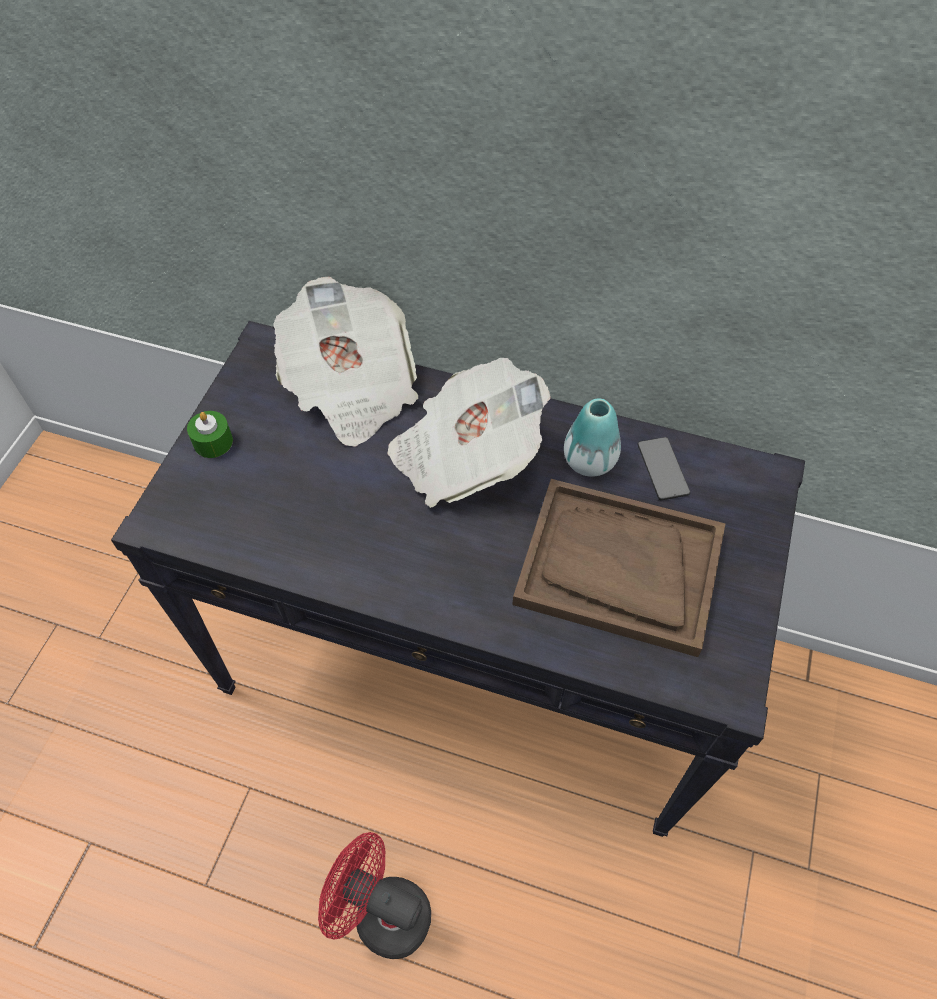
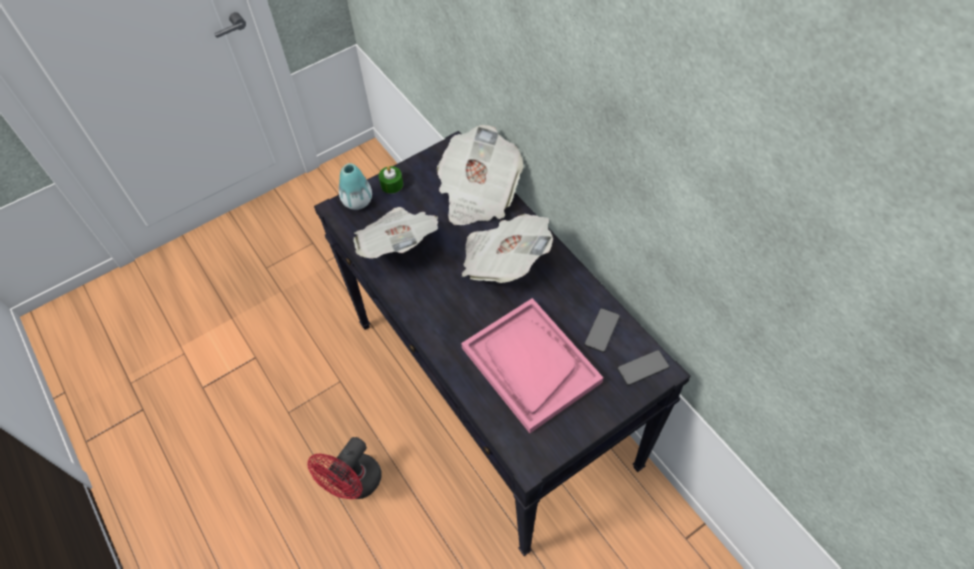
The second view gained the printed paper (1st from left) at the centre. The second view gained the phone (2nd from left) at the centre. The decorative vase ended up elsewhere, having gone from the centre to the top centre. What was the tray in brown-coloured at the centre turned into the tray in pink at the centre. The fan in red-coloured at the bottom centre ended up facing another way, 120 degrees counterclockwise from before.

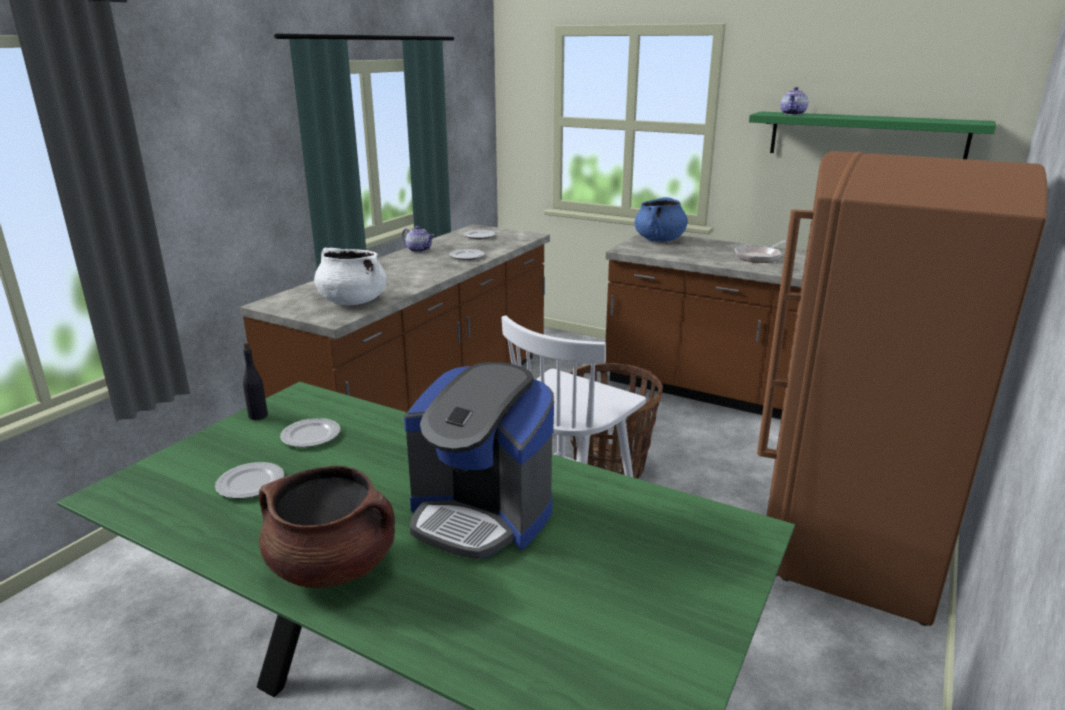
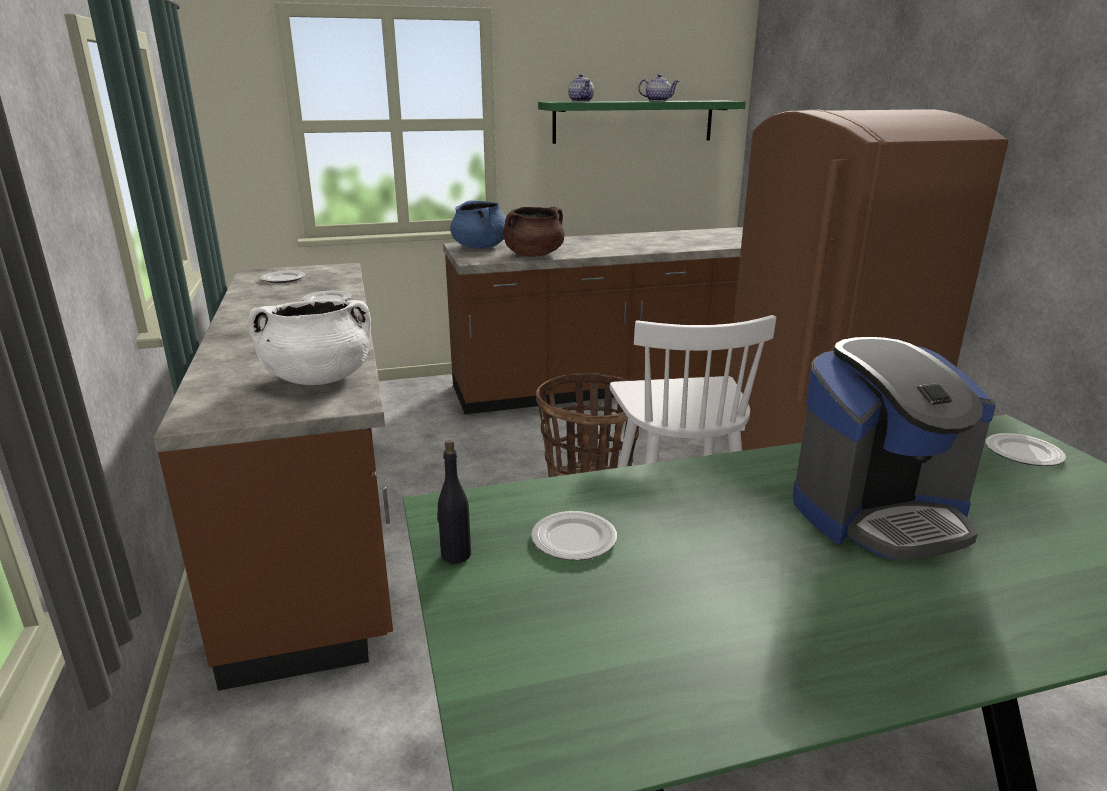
The second view lost the pan at the middle right. The dinner plate (1st from left in the first image) ended up elsewhere, having gone from the bottom left to the middle right. The saucepot in brown-coloured ended up elsewhere, having gone from the bottom left to the top centre. The tea pot (1st from left in the first image) ended up elsewhere, having gone from the centre to the top centre.

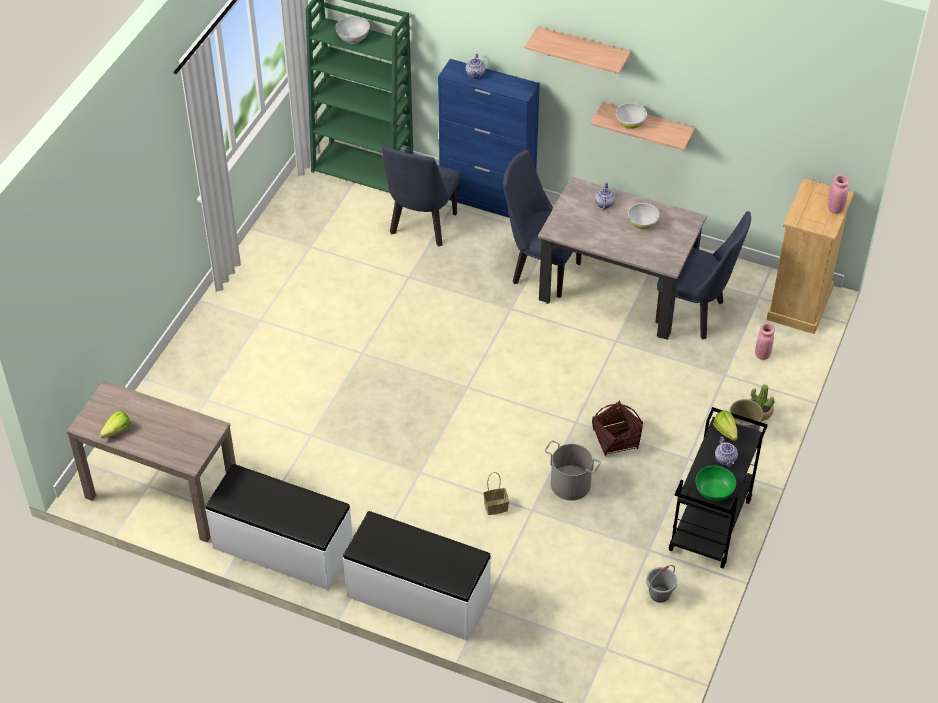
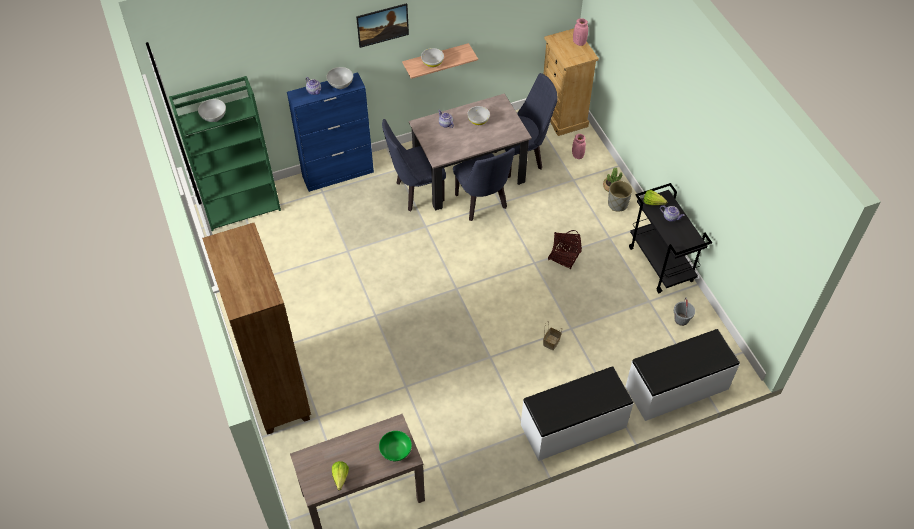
The second view lost the water bucket in gray (1st from left) at the bottom centre. The second view gained the shelving unit in brown-coloured at the middle left. The second view gained the serving bowl in whitish (2nd from left) at the top centre. The long seat in whitish (1st from left in the first image) ended up elsewhere, having gone from the bottom left to the bottom right. The plain chair in blue-coloured (1st from left in the first image) ended up elsewhere, having gone from the top centre to the centre. The serving bowl in green ended up elsewhere, having gone from the bottom right to the bottom centre. Where the wall shelf (1st from left) hung at the top centre, the picture came to hang at the top centre.

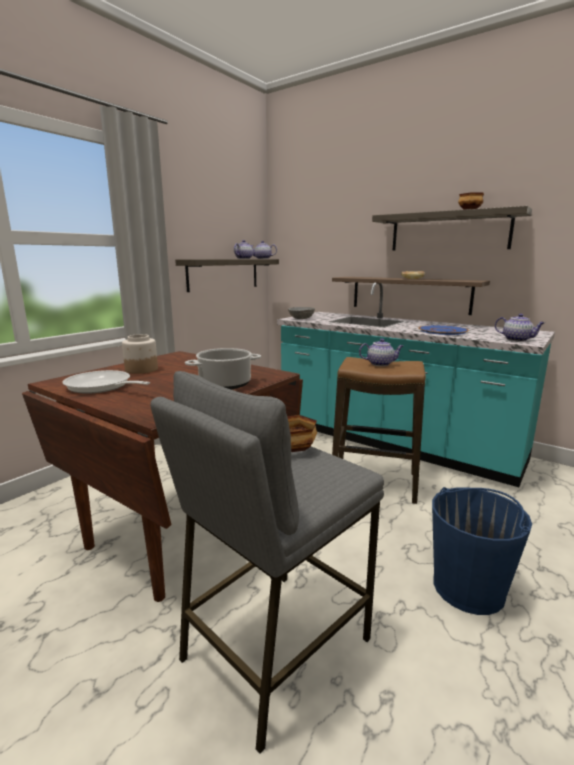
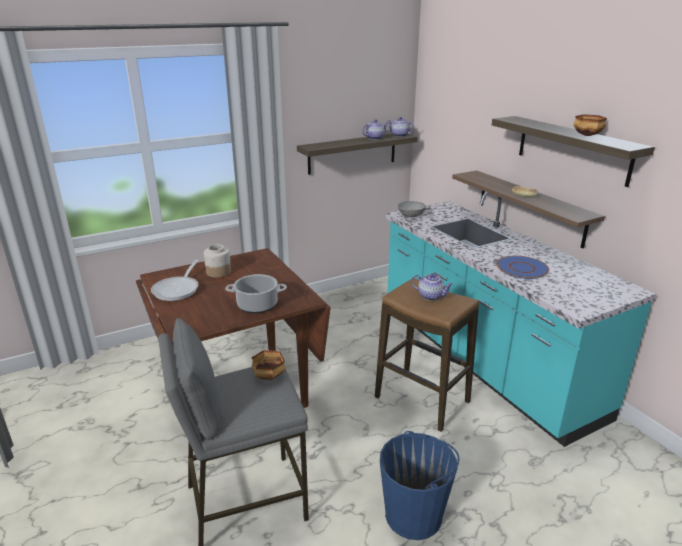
The second view lost the tea pot (4th from left) at the middle right. The pan at the middle left ended up facing another way, 135 degrees counterclockwise from before.

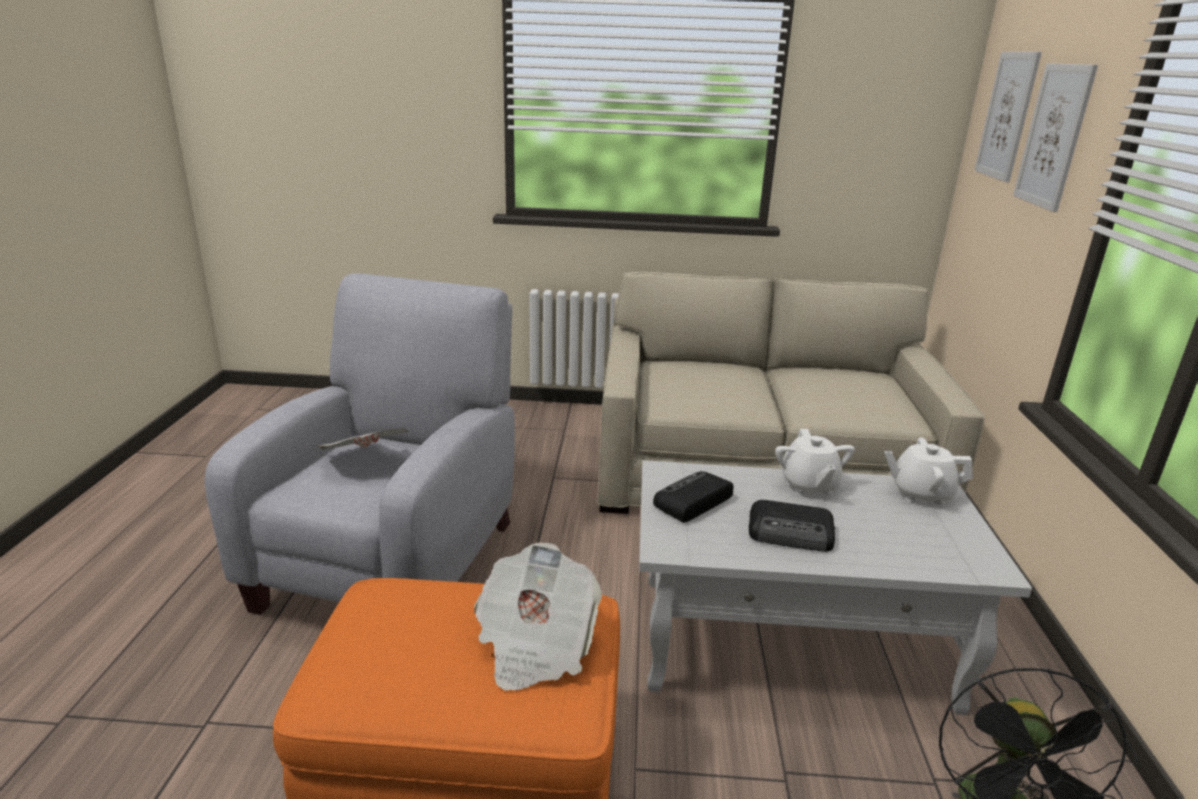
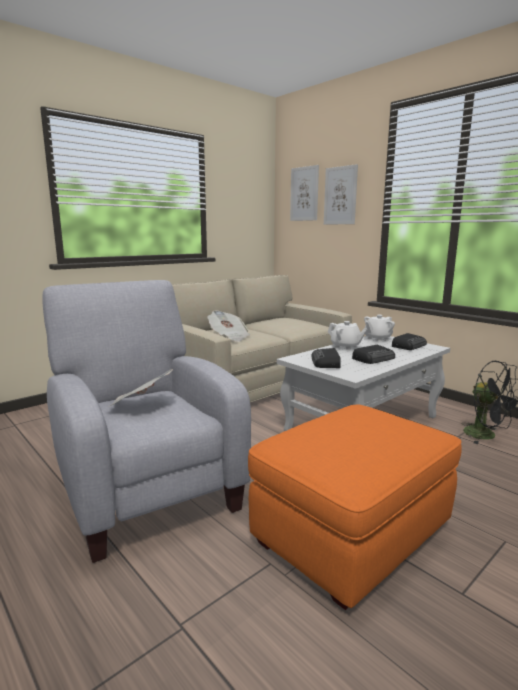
The second view gained the radio set (3rd from left) at the middle right. The printed paper (2nd from left) ended up elsewhere, having gone from the bottom centre to the centre.

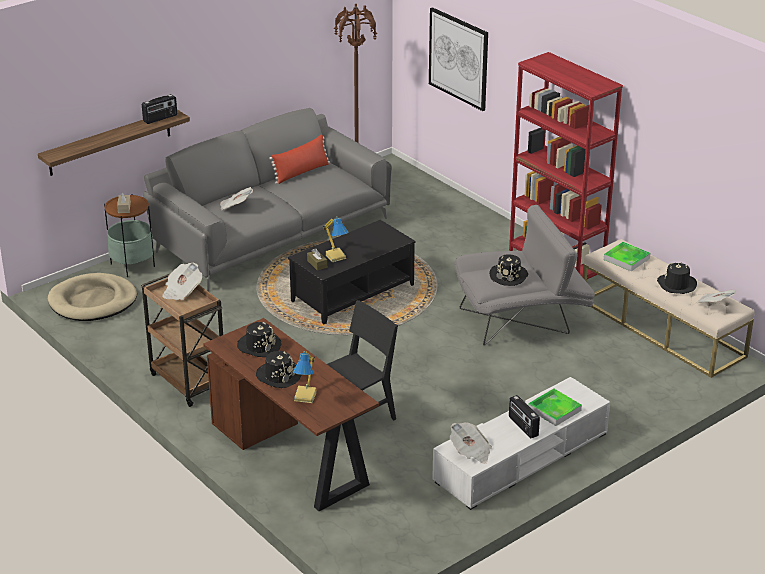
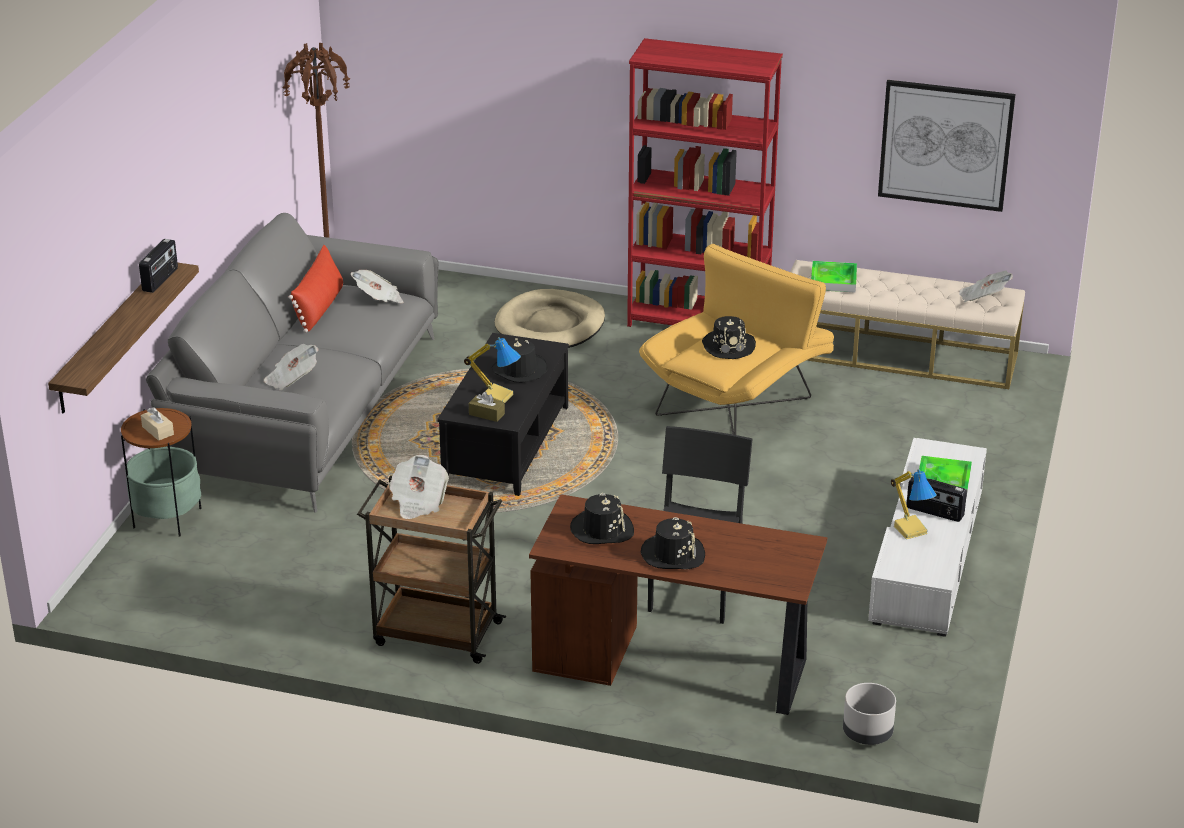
The second view gained the plant pot in gray at the bottom right. The dog bed in beige-coloured ended up elsewhere, having gone from the middle left to the centre. The table lamp (1st from left in the first image) ended up elsewhere, having gone from the centre to the middle right. The picture ended up elsewhere, having gone from the top centre to the top right. The printed paper (3rd from left in the first image) ended up elsewhere, having gone from the bottom centre to the middle left. The hat in black-coloured (4th from left in the first image) ended up elsewhere, having gone from the middle right to the centre. What was the lounge chair in gray at the middle right turned into the lounge chair in yellow-coloured at the centre.

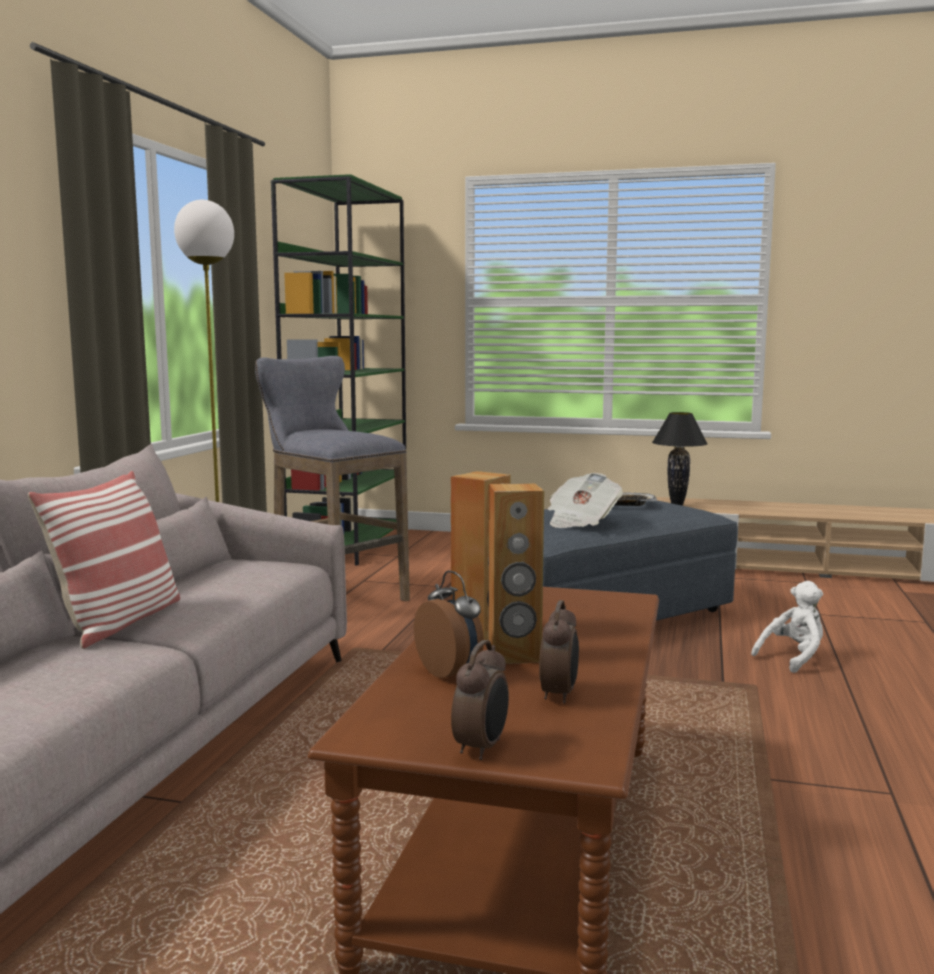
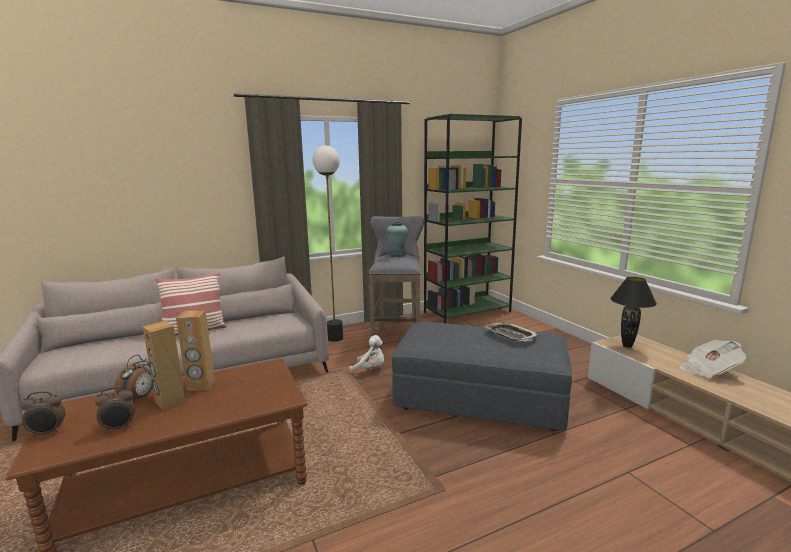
The second view gained the decorative vase in turquoise at the centre. The printed paper ended up elsewhere, having gone from the centre to the middle right. The soft toy in whitish ended up elsewhere, having gone from the middle right to the centre.

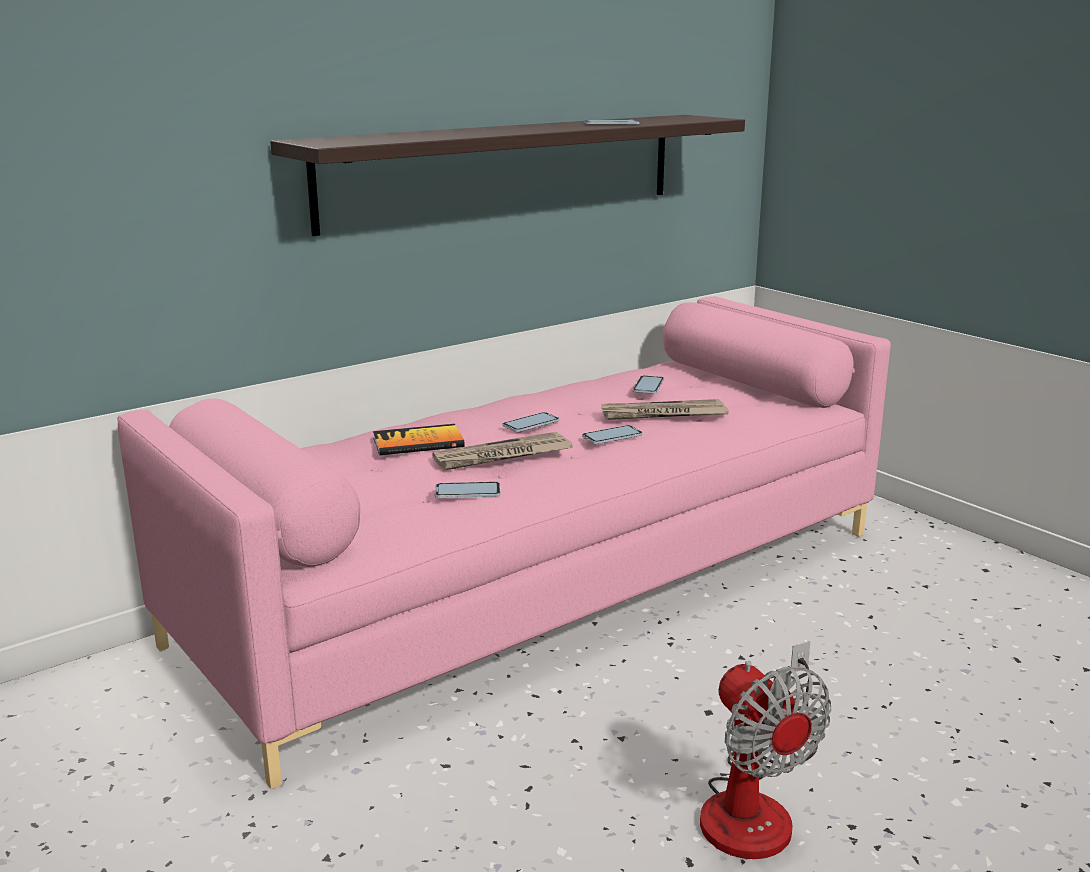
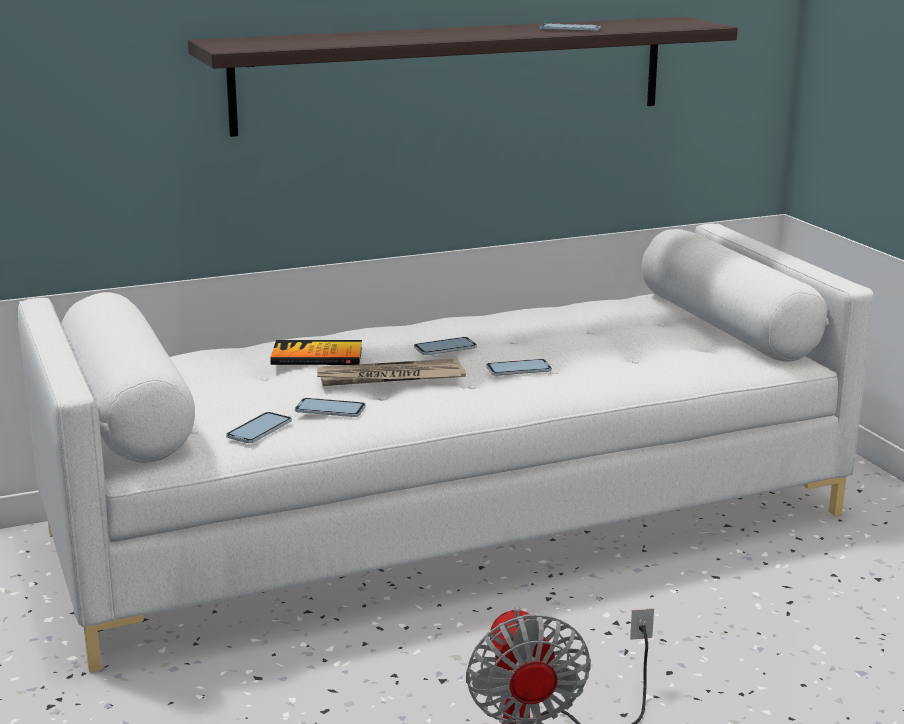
The second view lost the printed paper (2nd from left) at the centre. The phone (5th from left in the first image) ended up elsewhere, having gone from the centre to the middle left. What was the sofa in pink at the centre turned into the sofa in whitish at the centre.

